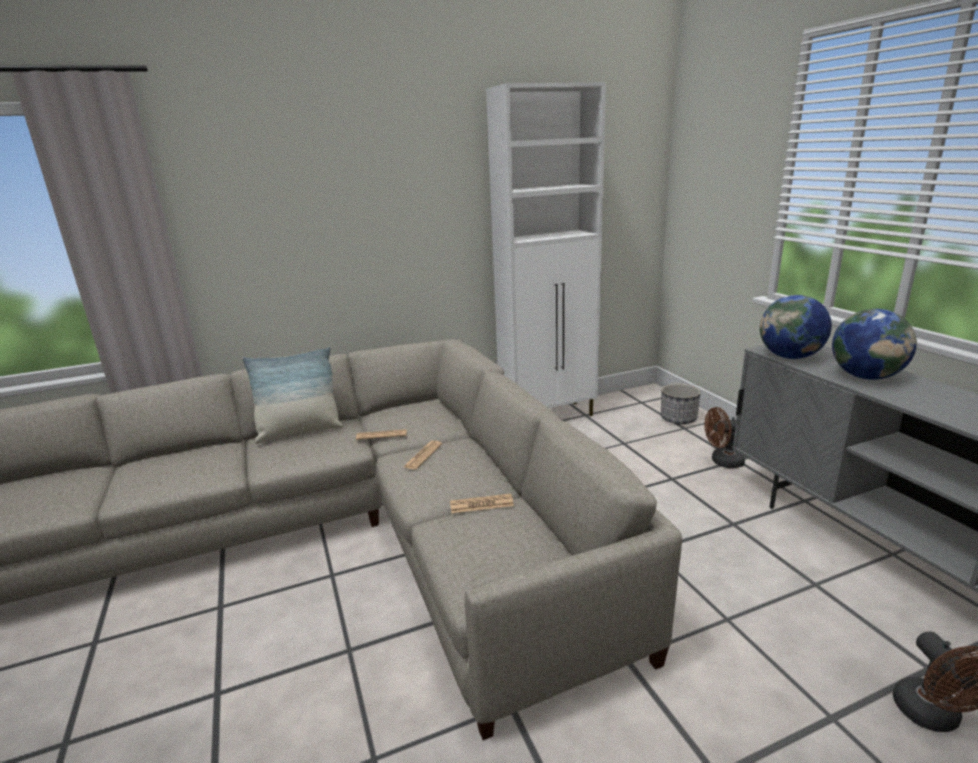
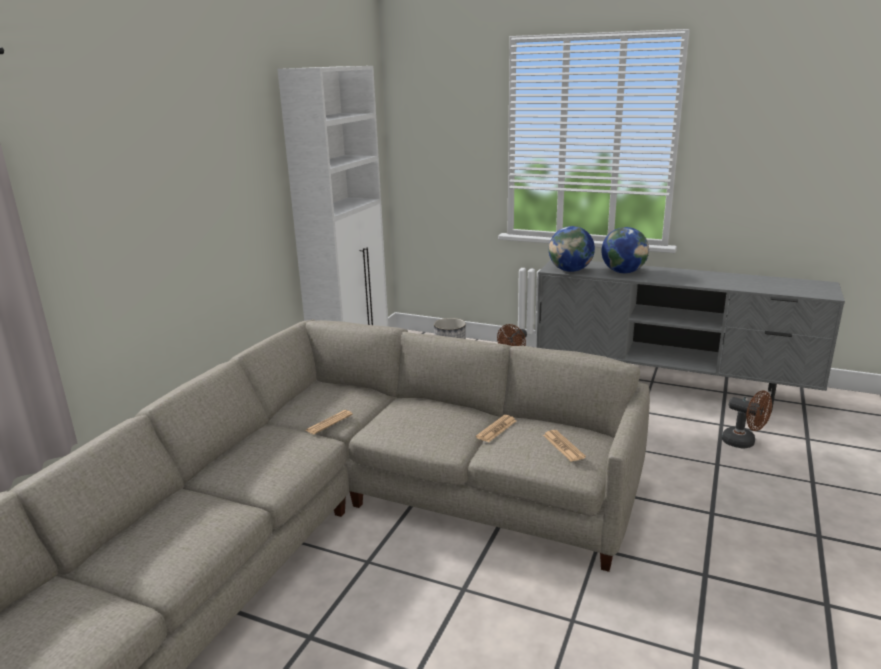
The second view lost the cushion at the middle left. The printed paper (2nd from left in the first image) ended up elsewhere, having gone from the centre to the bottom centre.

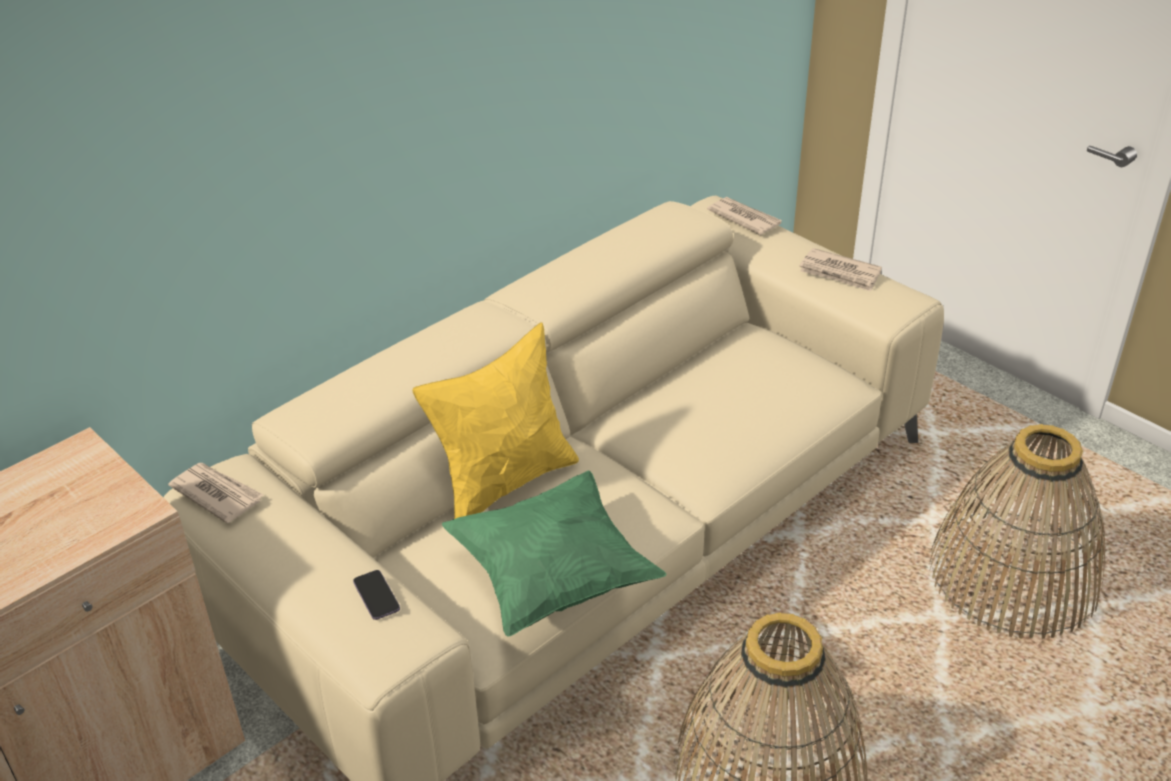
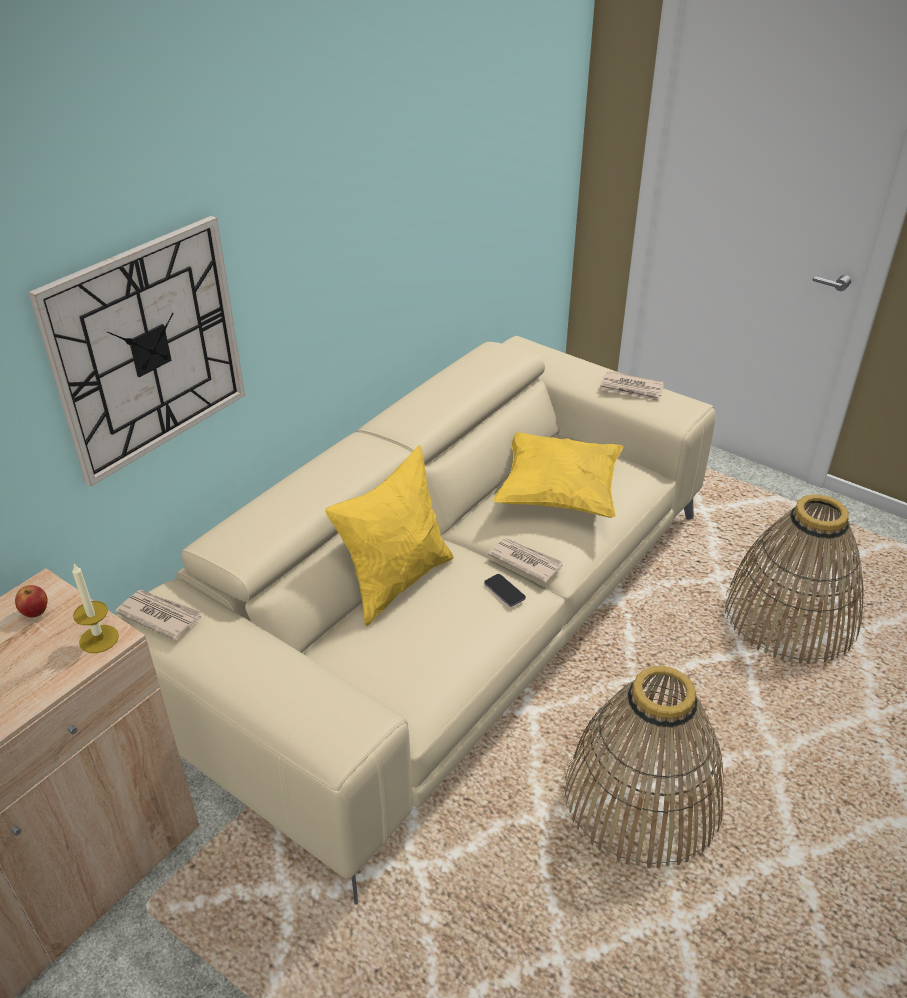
The second view lost the cushion in green at the bottom centre. The second view gained the apple fruit at the middle left. The second view gained the hanging clock at the middle left. The second view gained the candle at the middle left. The second view gained the cushion in yellow-coloured (2nd from left) at the centre. The phone ended up elsewhere, having gone from the bottom left to the centre. The printed paper (2nd from left) ended up elsewhere, having gone from the top centre to the centre.

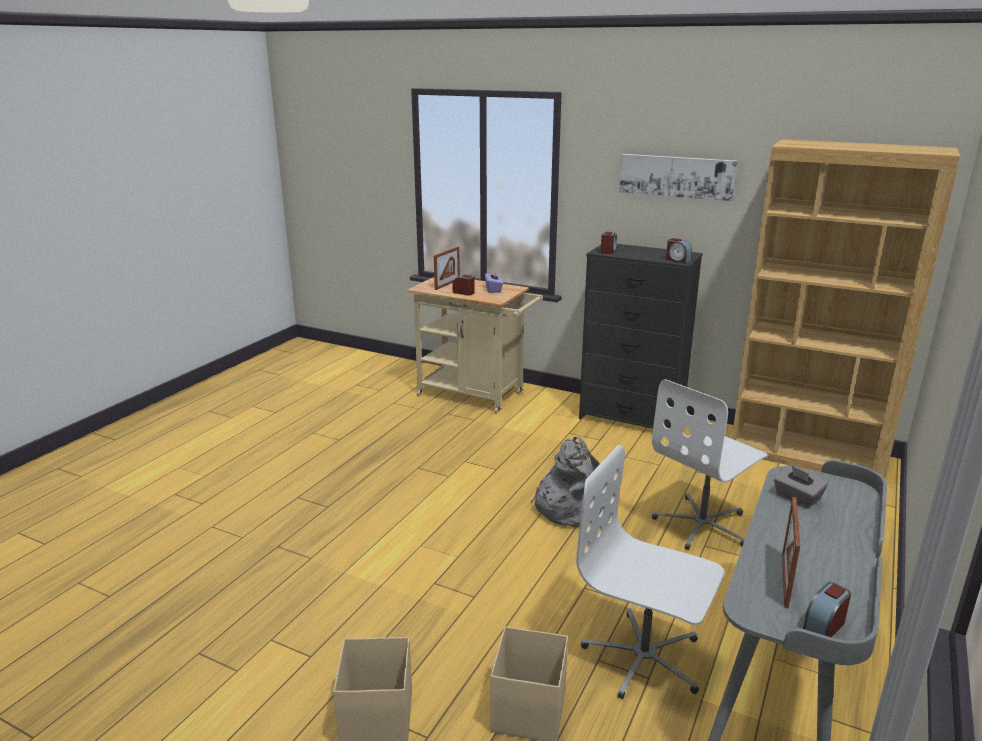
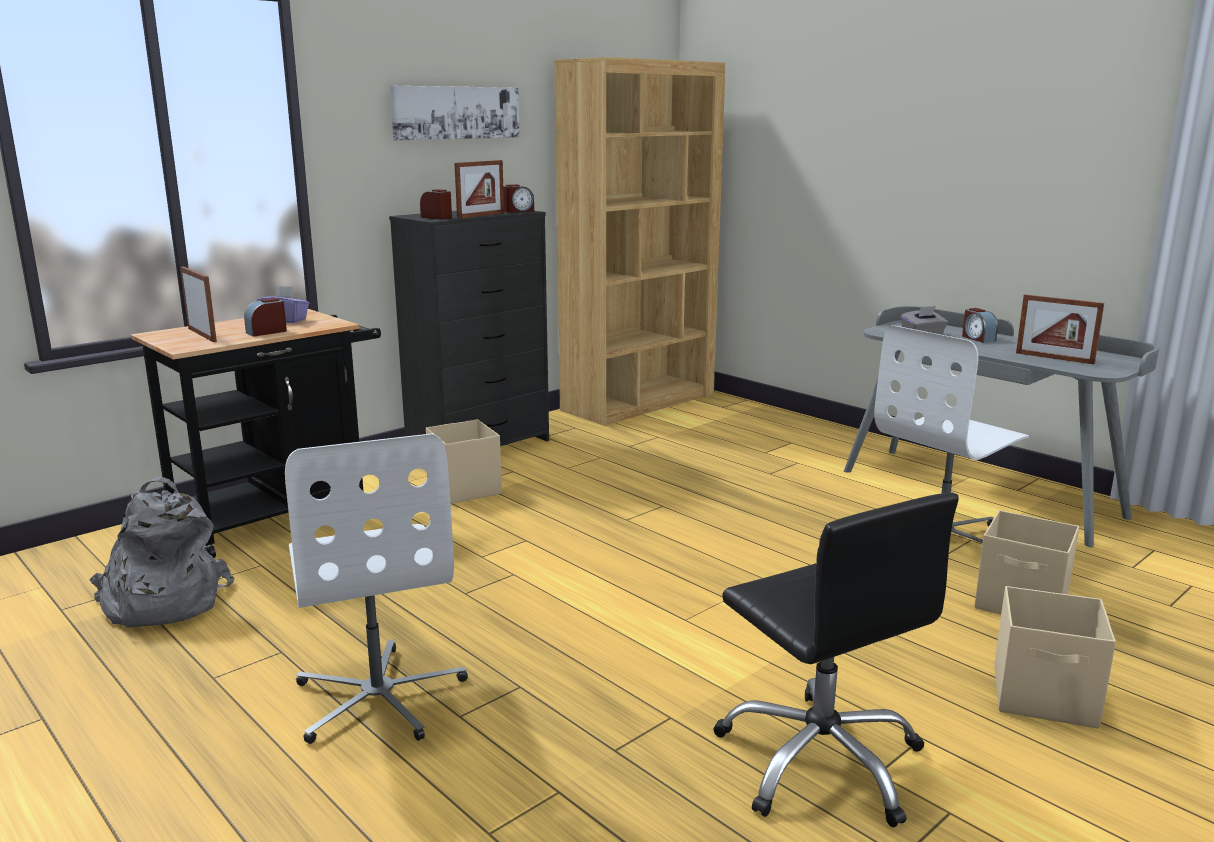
The second view gained the storage container in beige-coloured (1st from left) at the centre. The second view gained the photo frame (2nd from left) at the top centre. The second view gained the office chair in black-coloured at the bottom right. The rucksack in gray ended up elsewhere, having gone from the centre to the middle left. The office chair in whitish (2nd from left in the first image) ended up elsewhere, having gone from the middle right to the bottom left. The alarm clock (4th from left) ended up elsewhere, having gone from the bottom right to the middle right. What was the wheeled cart in beige-coloured at the centre turned into the wheeled cart in black-coloured at the middle left.

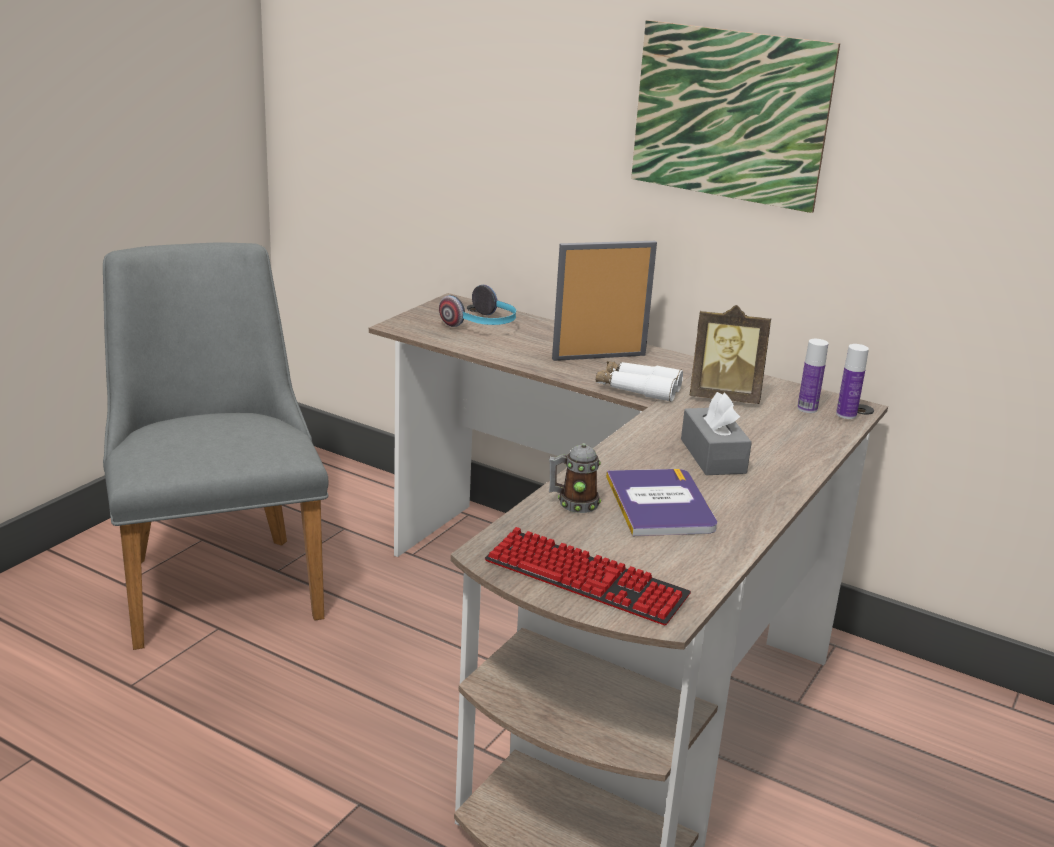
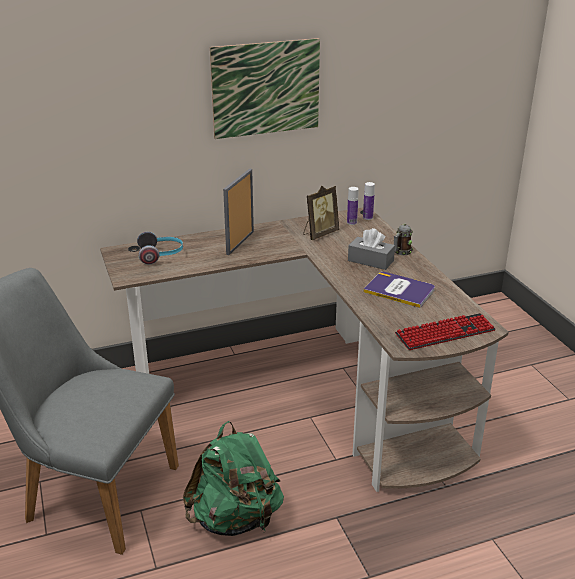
The second view lost the binoculars in whitish at the centre. The second view gained the rucksack in green at the bottom centre. The mug ended up elsewhere, having gone from the centre to the middle right.

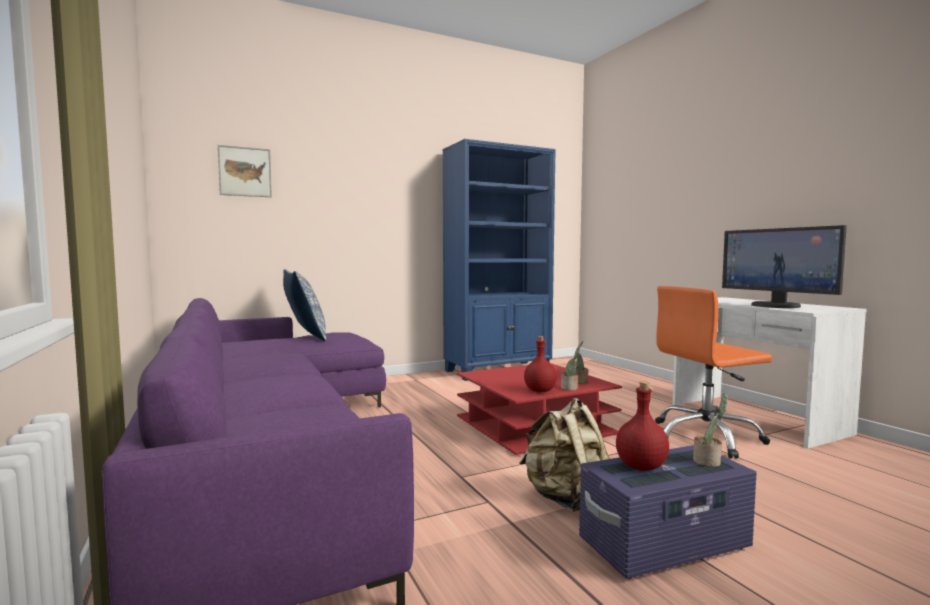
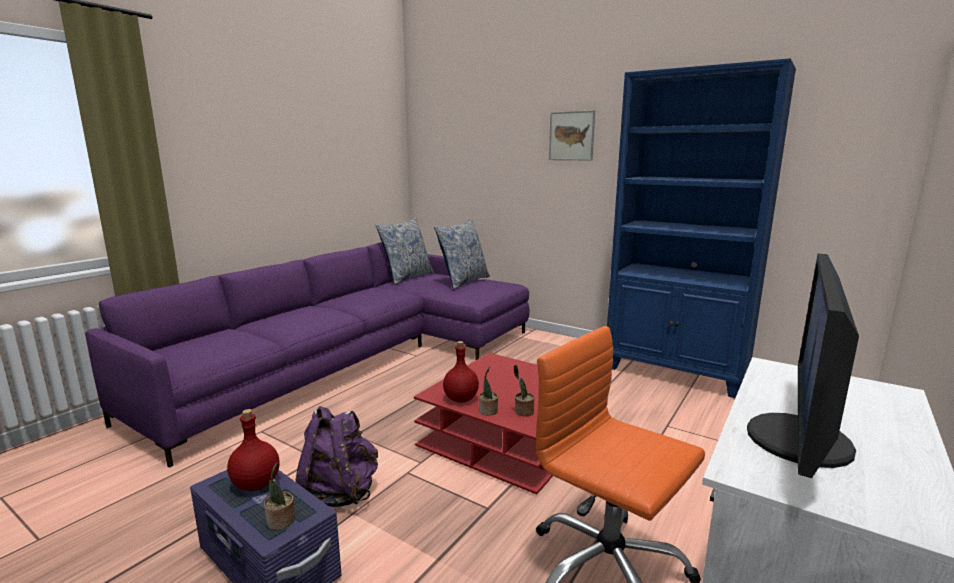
The second view gained the cushion (1st from left) at the centre. The picture ended up elsewhere, having gone from the top left to the top centre. What was the rucksack in beige-coloured at the bottom centre turned into the rucksack in purple at the bottom centre.

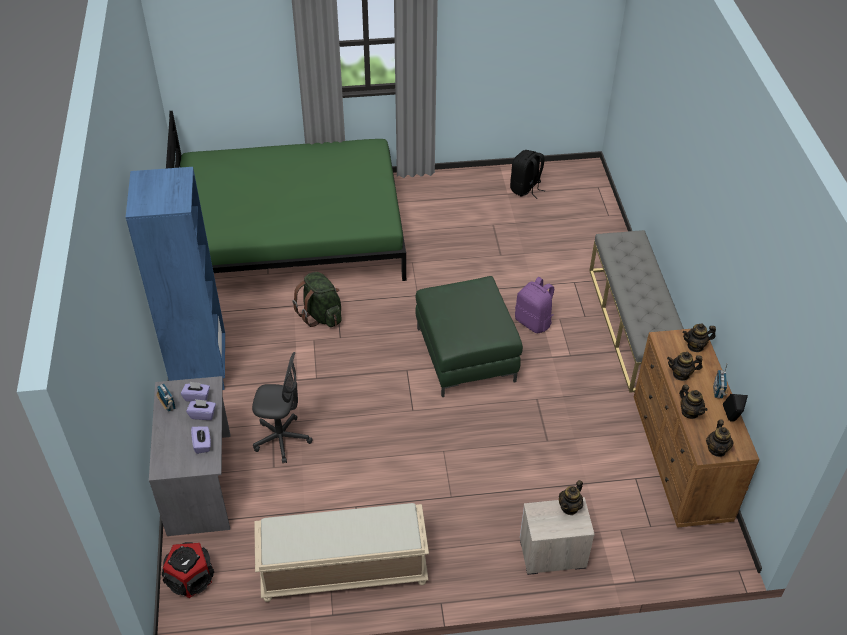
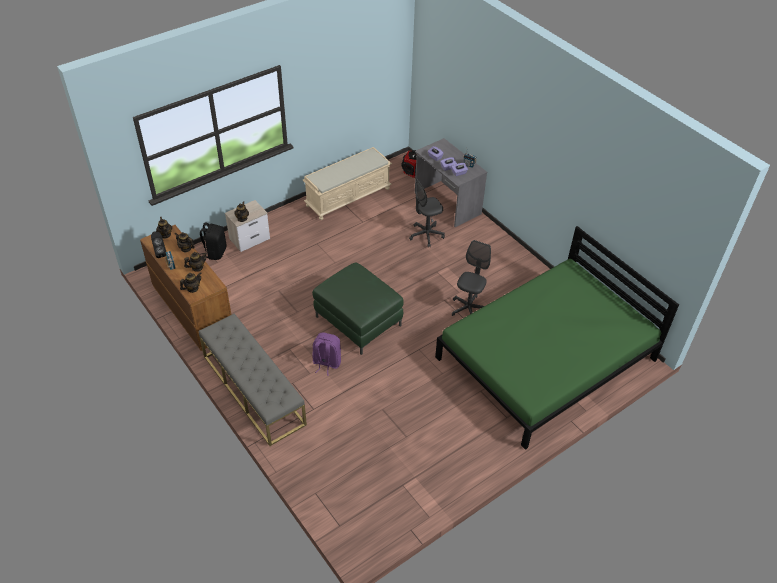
The second view lost the shelving unit in blue-coloured at the middle left. The rucksack in black-coloured ended up elsewhere, having gone from the top centre to the middle left. Where the rucksack in green stood at the centre, the office chair in gray (2nd from left) came to stand at the centre.

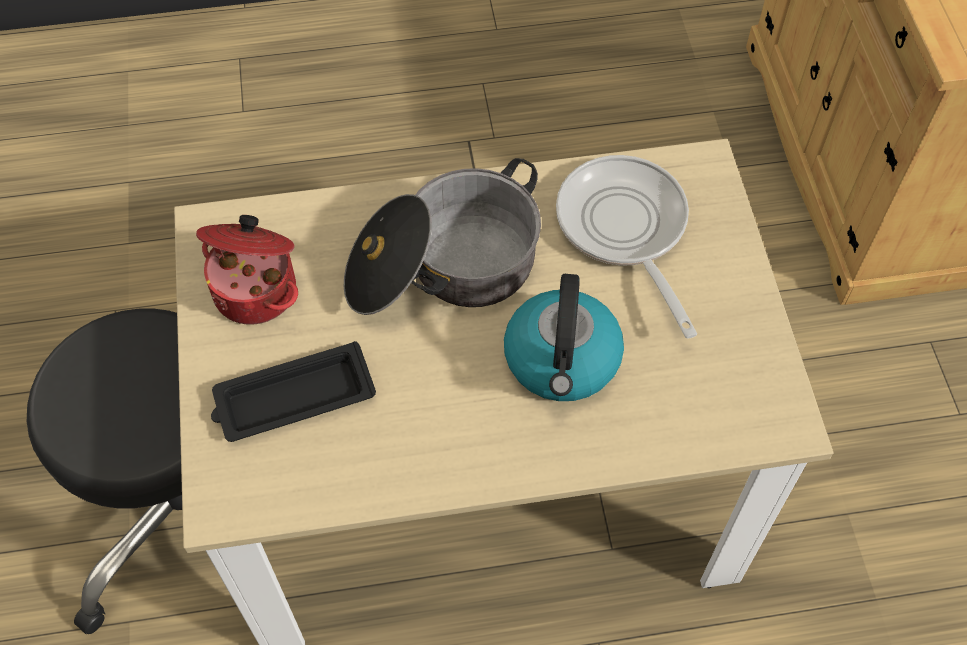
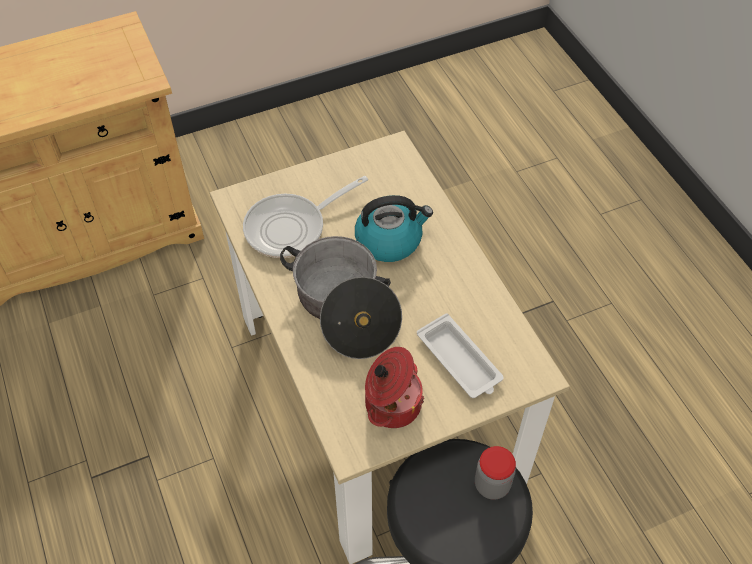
The second view gained the storage jar at the bottom centre. What was the tray in black-coloured at the middle left turned into the tray in whitish at the centre.

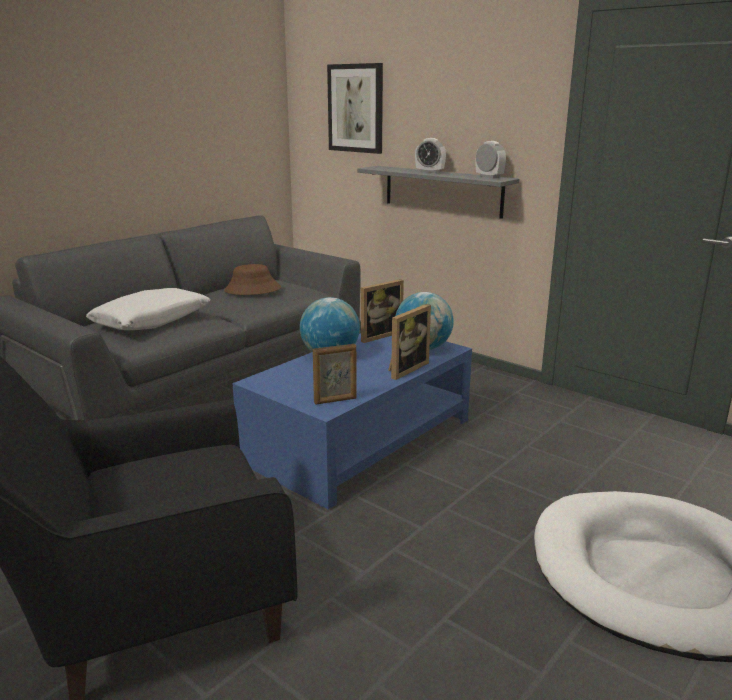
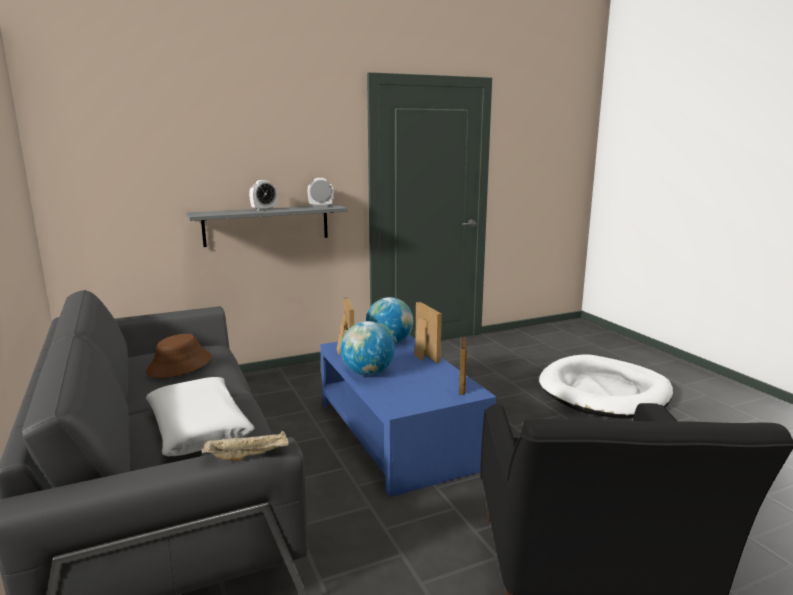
The second view lost the picture at the top centre. The second view gained the tray in beige-coloured at the bottom left.

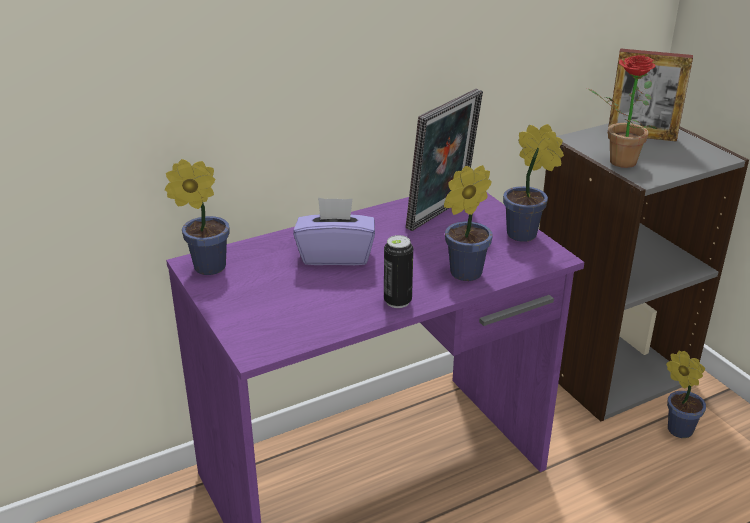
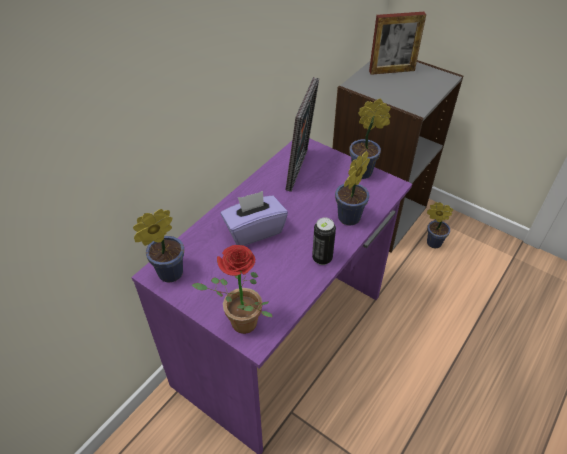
The houseplant (4th from left in the first image) ended up elsewhere, having gone from the top right to the centre.

